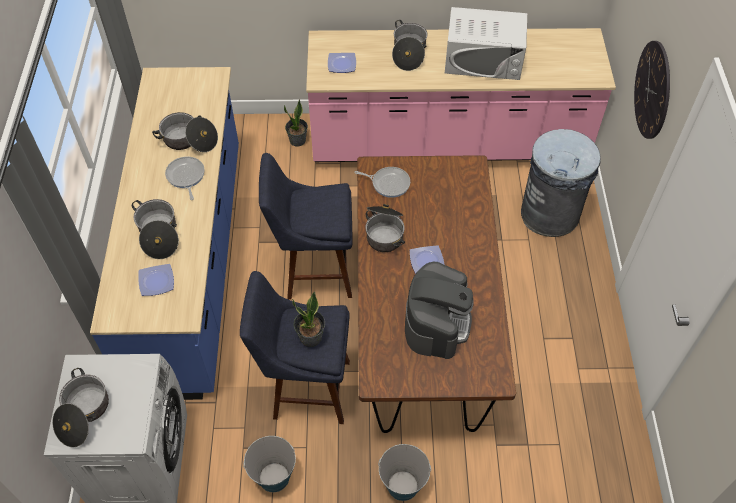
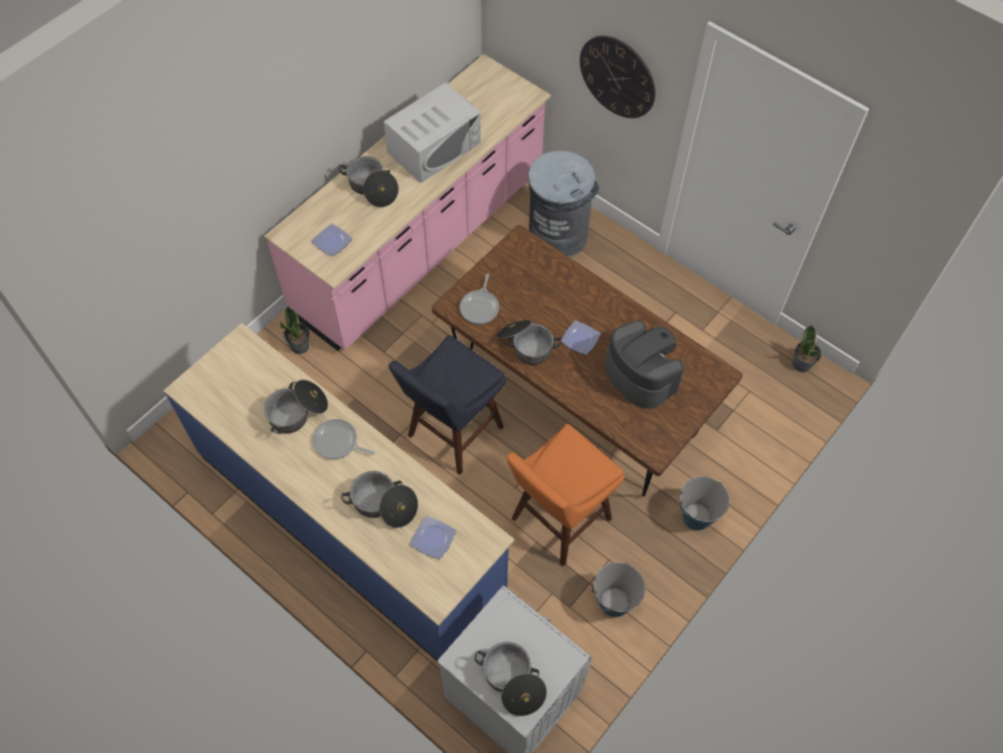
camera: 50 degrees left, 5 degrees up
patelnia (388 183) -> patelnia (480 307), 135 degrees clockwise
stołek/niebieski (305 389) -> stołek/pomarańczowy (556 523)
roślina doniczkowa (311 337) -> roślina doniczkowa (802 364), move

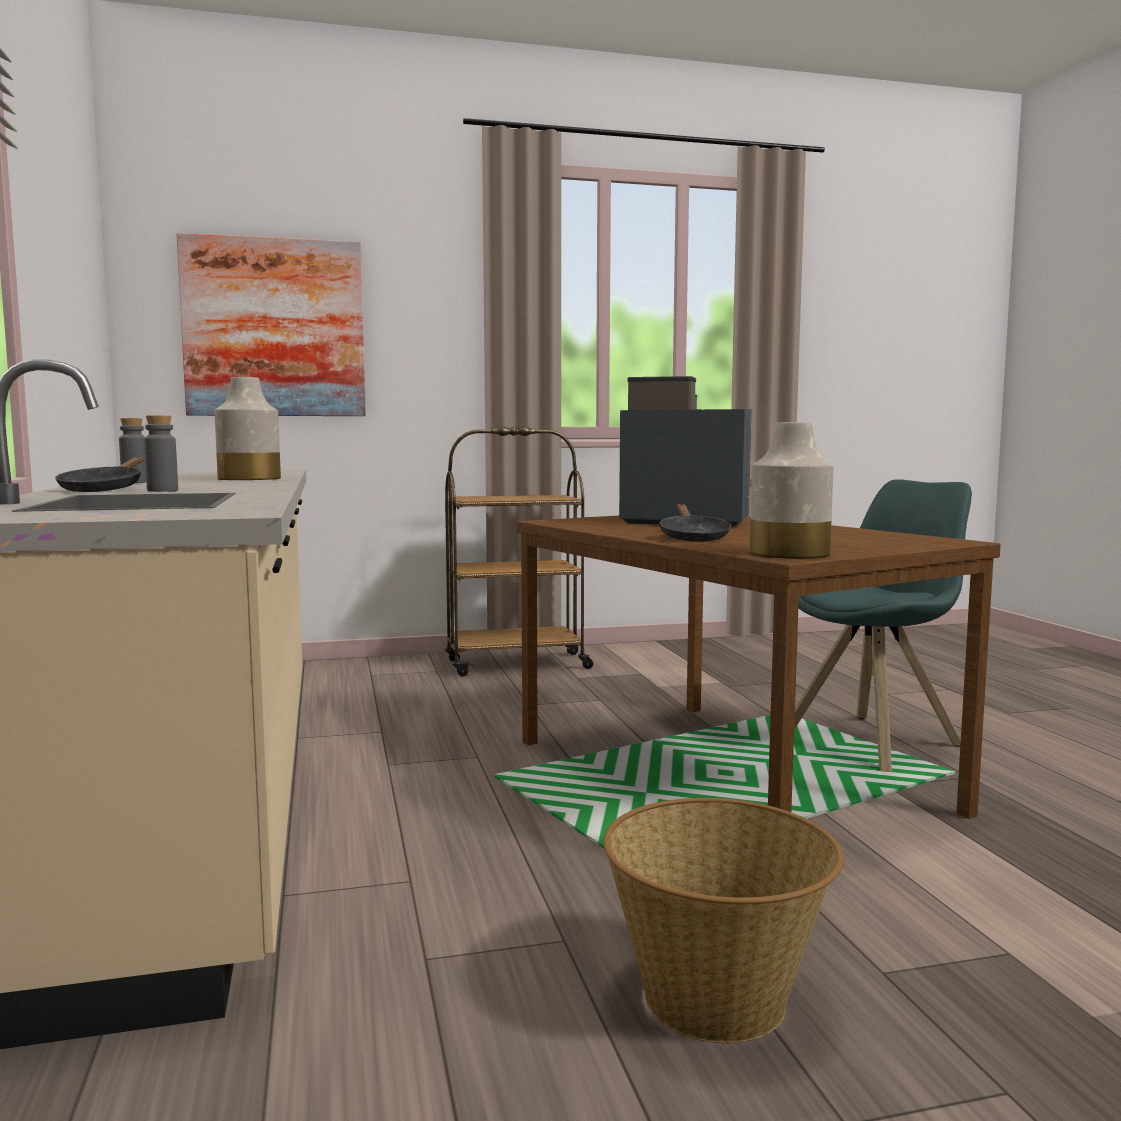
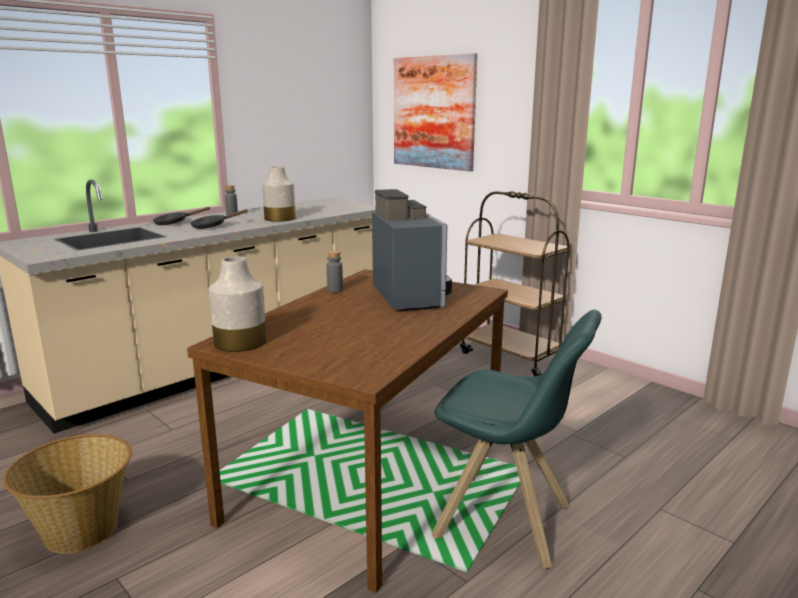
camera: 60 degrees right, 10 degrees up
butelka/szary (162 490) -> butelka/szary (335 290), move
patelnia/czarny (692 537) -> patelnia/czarny (212 226), move

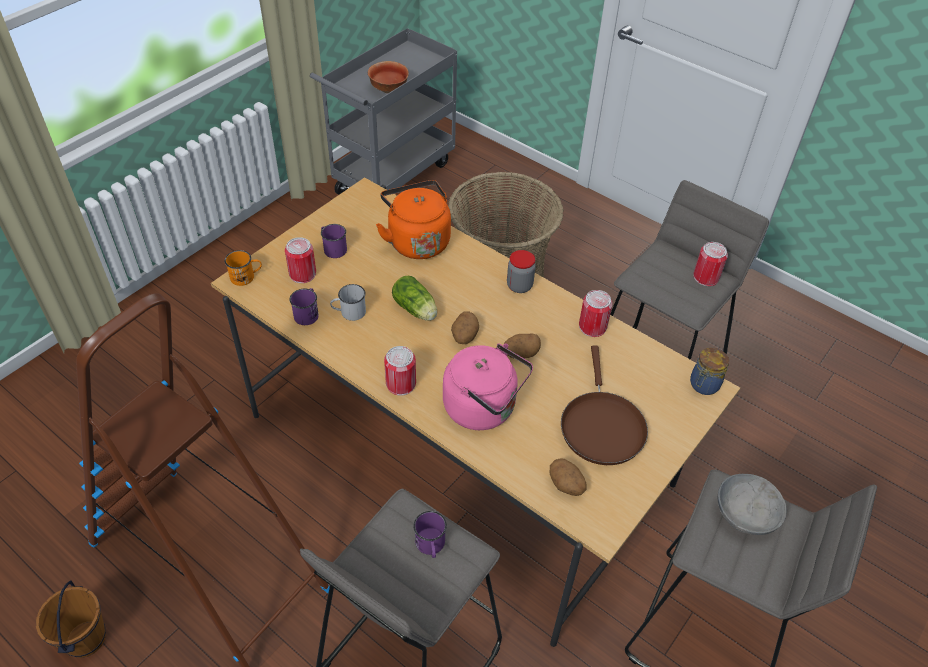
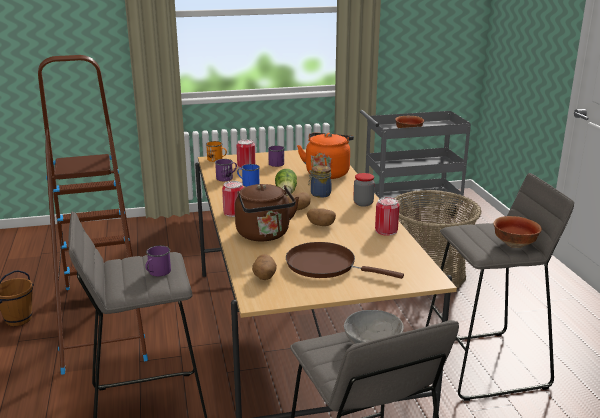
camera: 40 degrees right, 25 degrees down
puszka (706 277) -> miska (514 244)
kubek/biały (349 312) -> kubek/niebieski (248 183)
czajnik/różowy (484 408) -> czajnik/brązowy (264 235)
patelnia/brązowy (601 426) -> patelnia/brązowy (326 265), 75 degrees clockwise
słoik (703 385) -> słoik (319 194), move

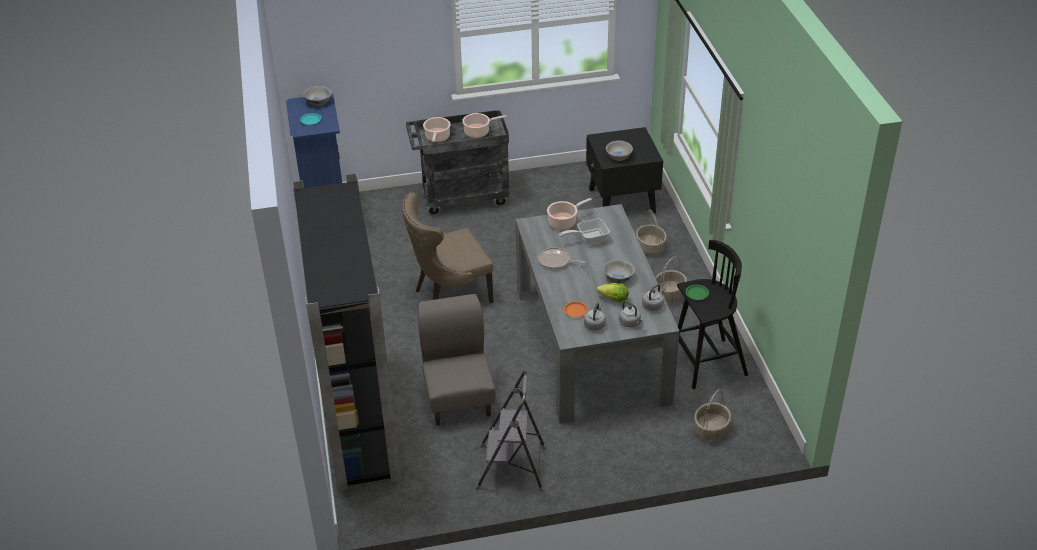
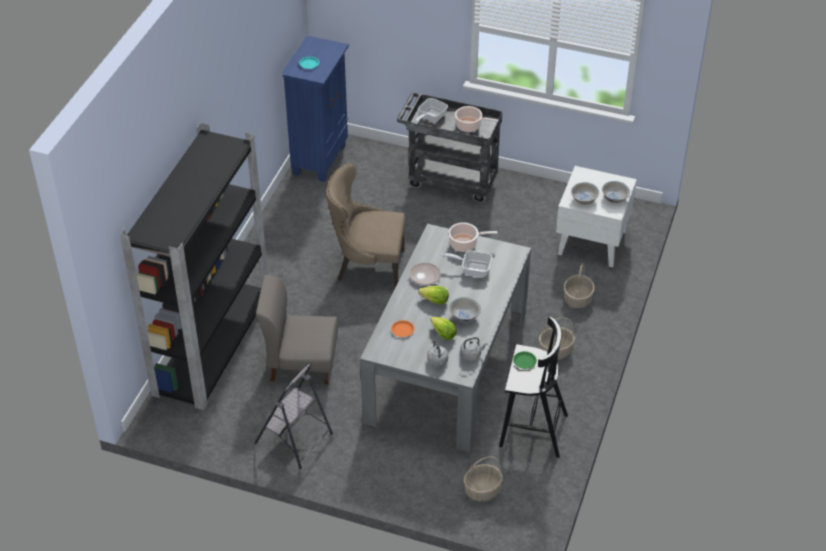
camera: 30 degrees right, 5 degrees up
miska/biały (318 102) -> miska/biały (614 198), move
garnek (437 138) -> patelnia (430 118)
szafka nocna/czarny (622 201) -> szafka nocna/biały (591 242)
krzesło/szary (459 398) -> krzesło/szary (301 363), 105 degrees counterclockwise
czajnik/szary (595 324) -> none
none -> sałata (435 301)

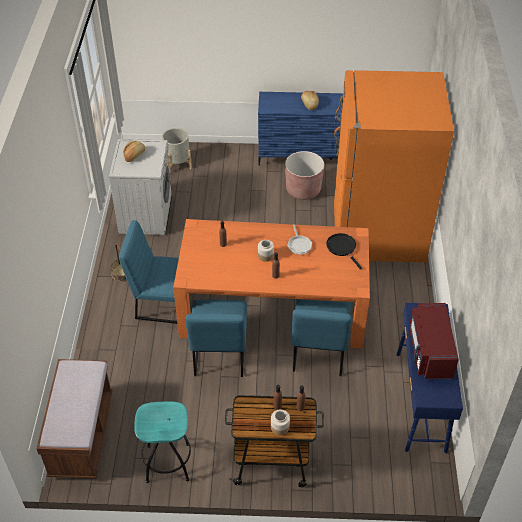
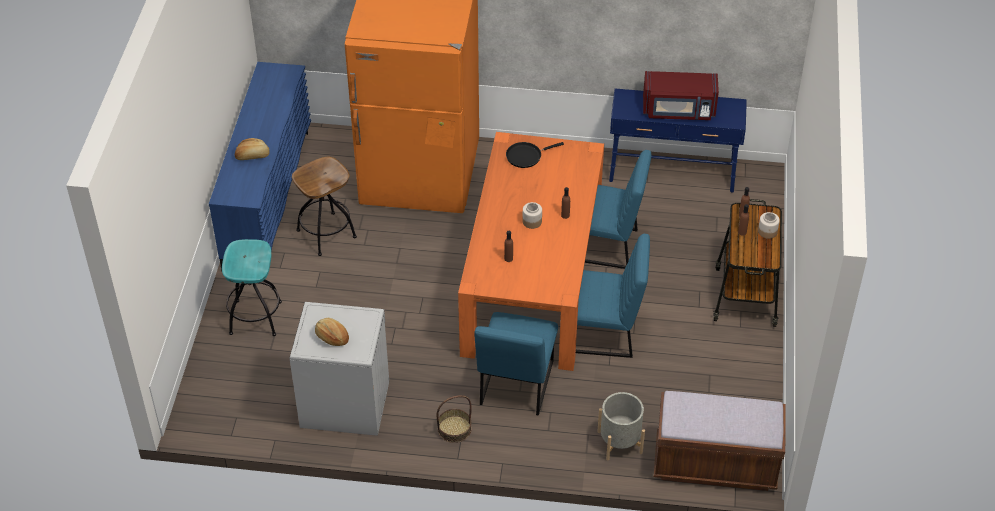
camera: 85 degrees left, 0 degrees up
donica/szary (177 163) -> donica/szary (619 442), move
donica/brązowy (303 190) -> stołek/brązowy (326 233)
patelnia (299 245) -> none
stołek/turkusowy (168 462) -> stołek/turkusowy (255 317), move

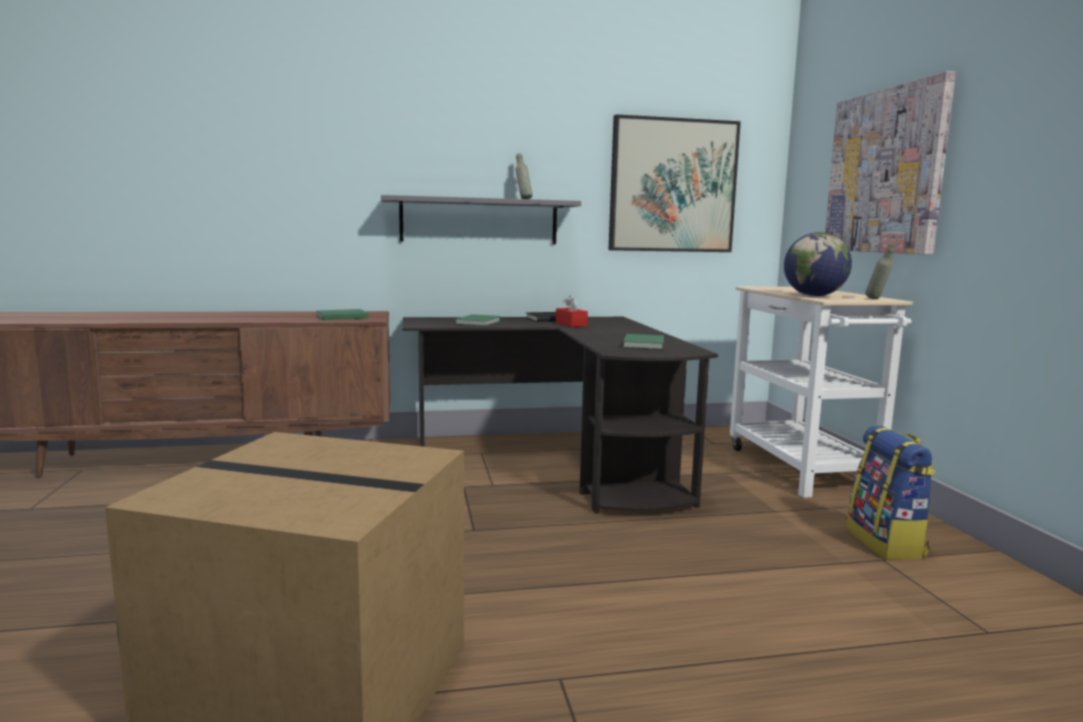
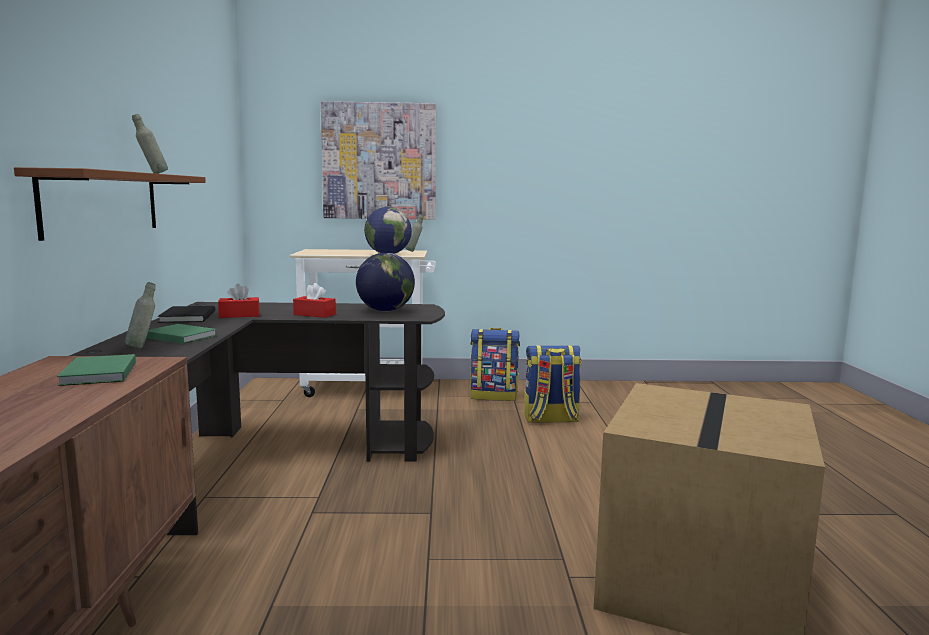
camera: 80 degrees left, 0 degrees up
obraz (672 186) -> none
półka/szary (479 221) -> półka/brązowy (103 203)
książka/zielony (642 344) -> globus (385 311)
none -> butelka/szary (143 347)
none -> pudełko chusteczek/czerwony (314 314)
none -> plecak (550 419)

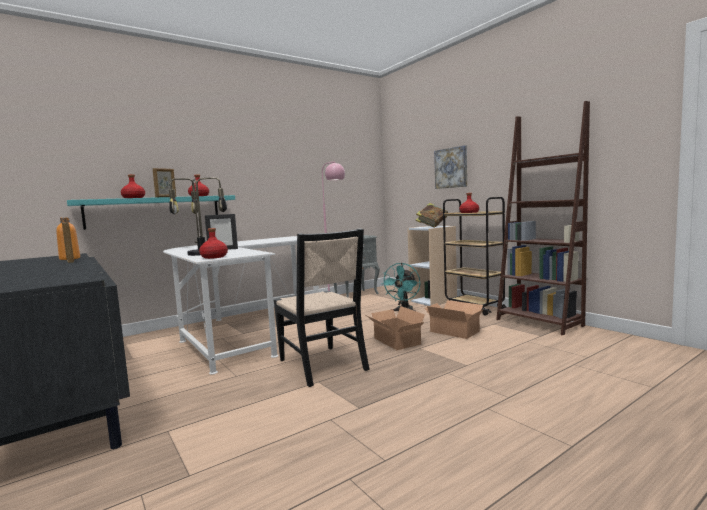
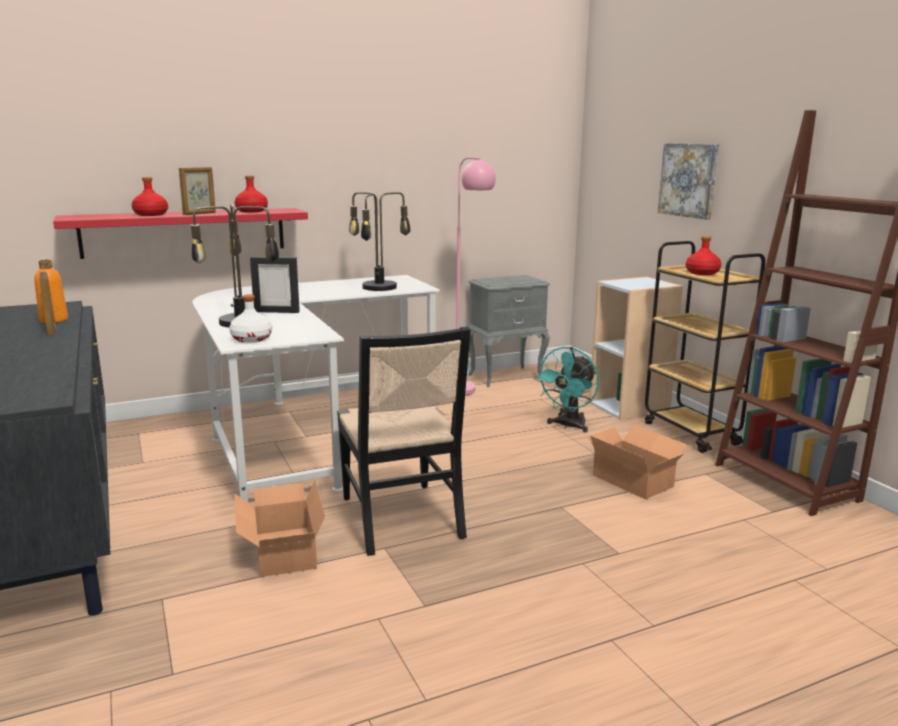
camera: 10 degrees right, 10 degrees up
półka/turkusowy (155 211) -> półka/czerwony (185 232)
książka (432 226) -> none
butelka/czerwony (214 257) -> butelka/biały (252 339)
karton (396 342) -> karton (281 553), move
none -> lampa stołowa (379 287)

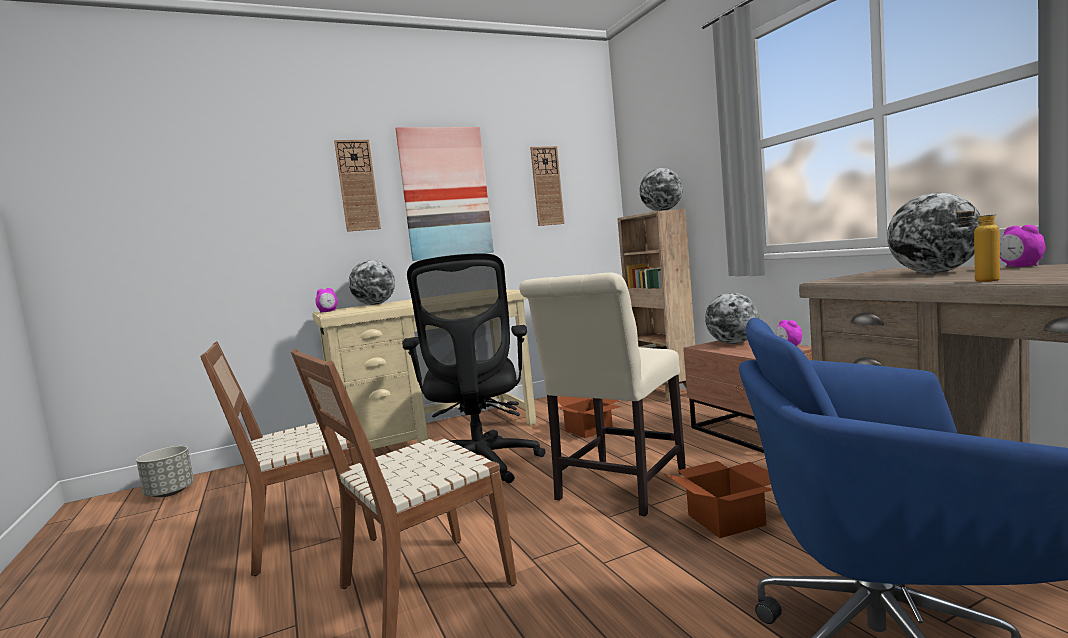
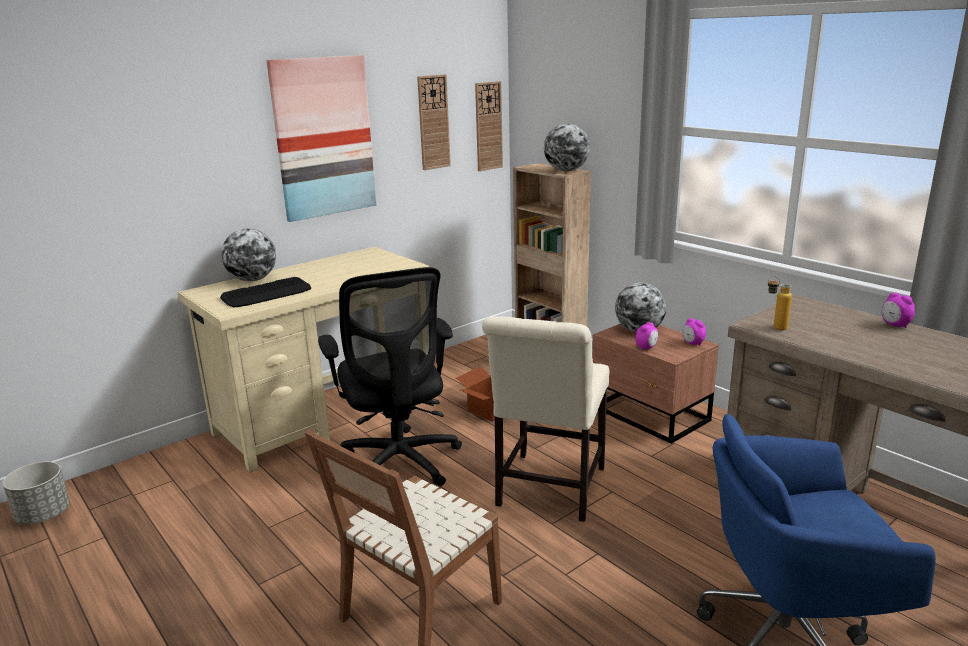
camera: 15 degrees left, 15 degrees up
zegar ścienny (357 185) -> zegar ścienny (488 126), move
globus (934 273) -> none
butelka (977 281) -> butelka (774 328), move
budzik (328 311) -> budzik (646 348), move
krzesło (306 537) -> none
karton (728 520) -> none
none -> klawiatura (267 294)

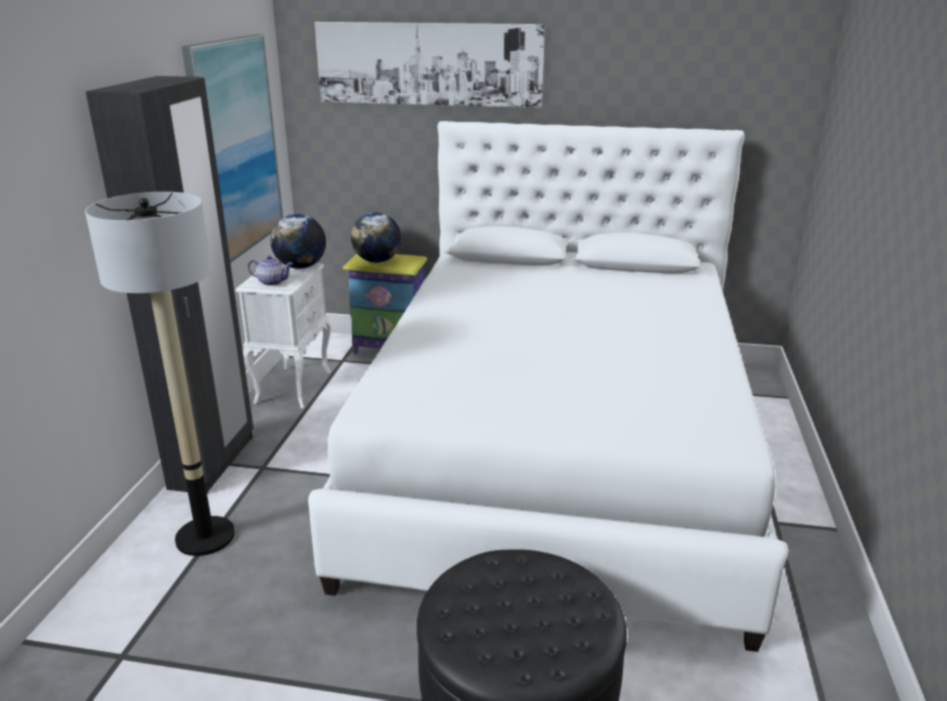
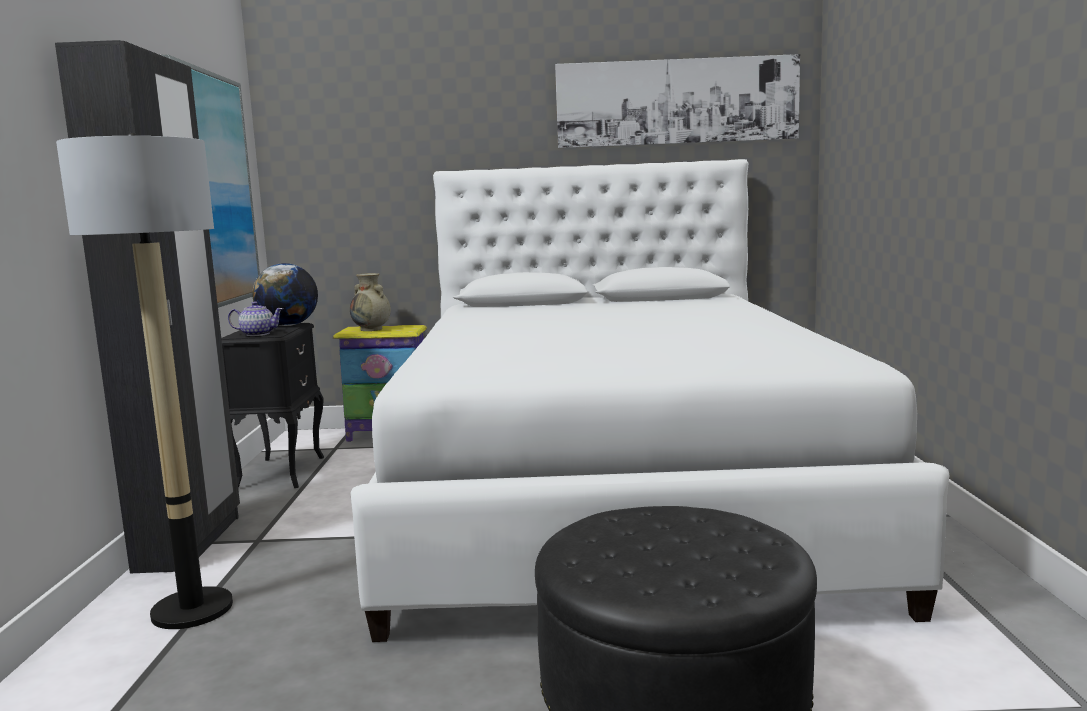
camera: 10 degrees left, 15 degrees down
obraz (428 64) -> obraz (677 102), move
globus (377 261) -> wazon/beżowy (372 329)
szafka nocna/biały (293 386) -> szafka nocna/czarny (280 473)

